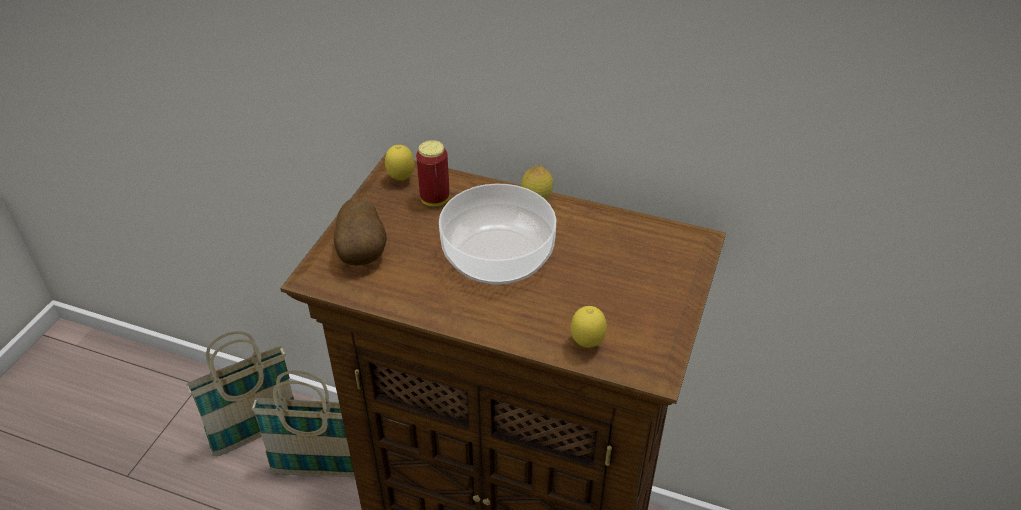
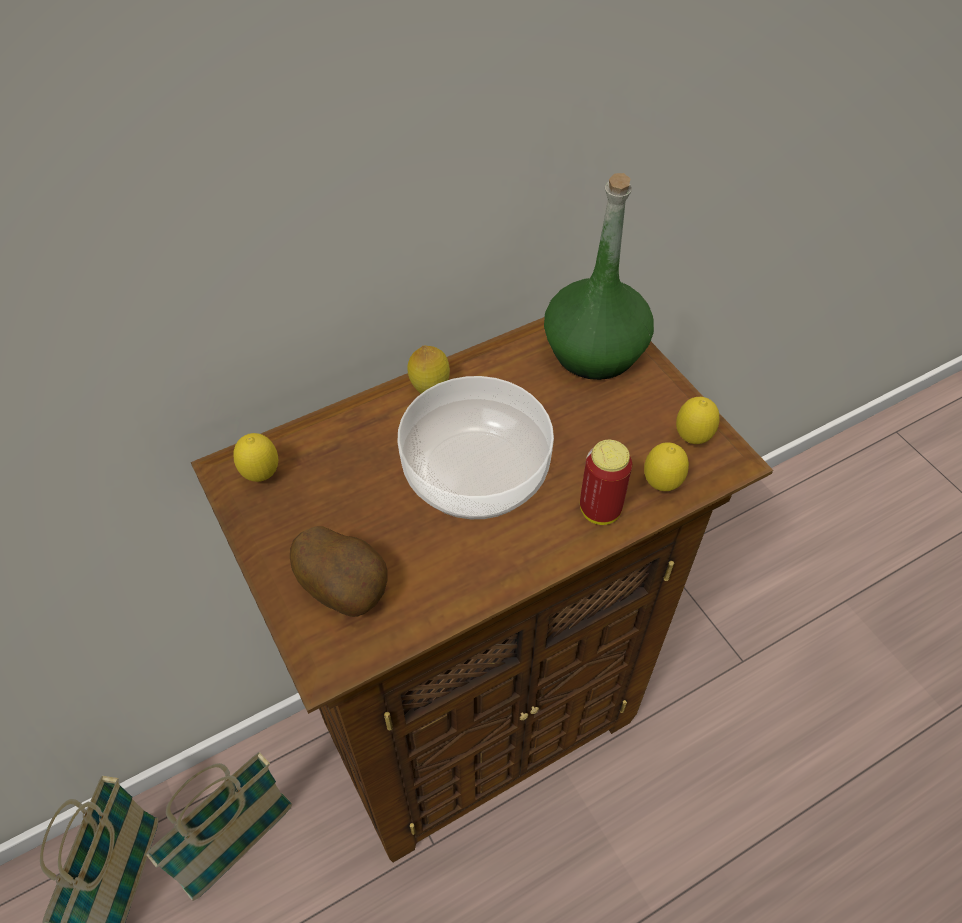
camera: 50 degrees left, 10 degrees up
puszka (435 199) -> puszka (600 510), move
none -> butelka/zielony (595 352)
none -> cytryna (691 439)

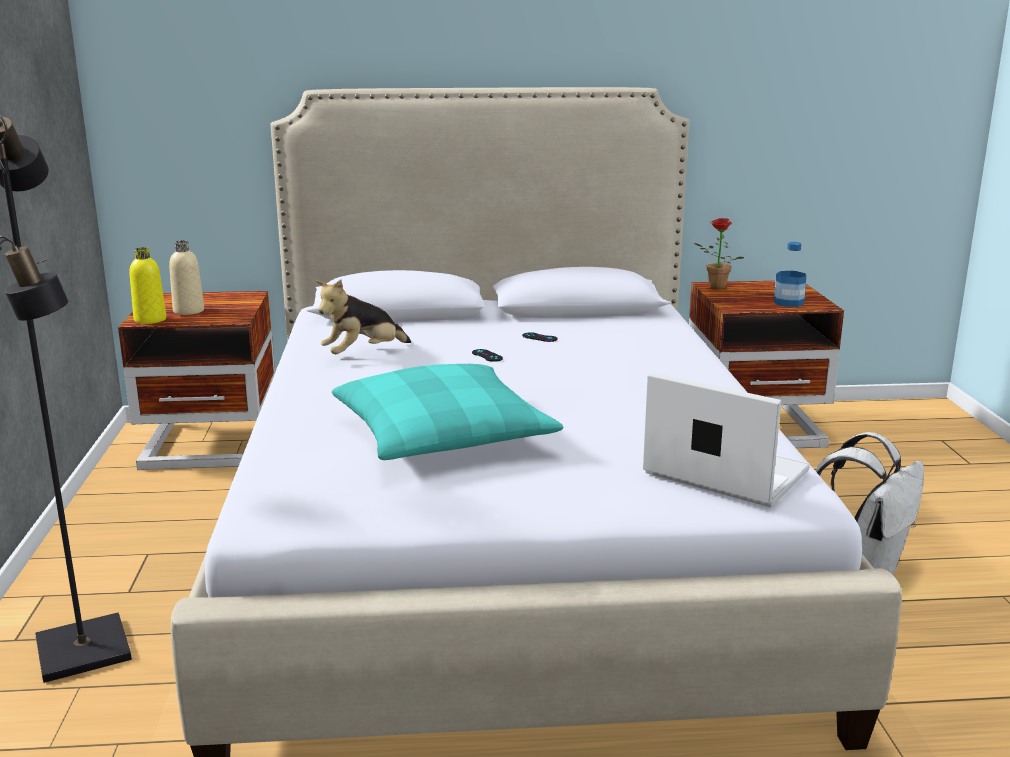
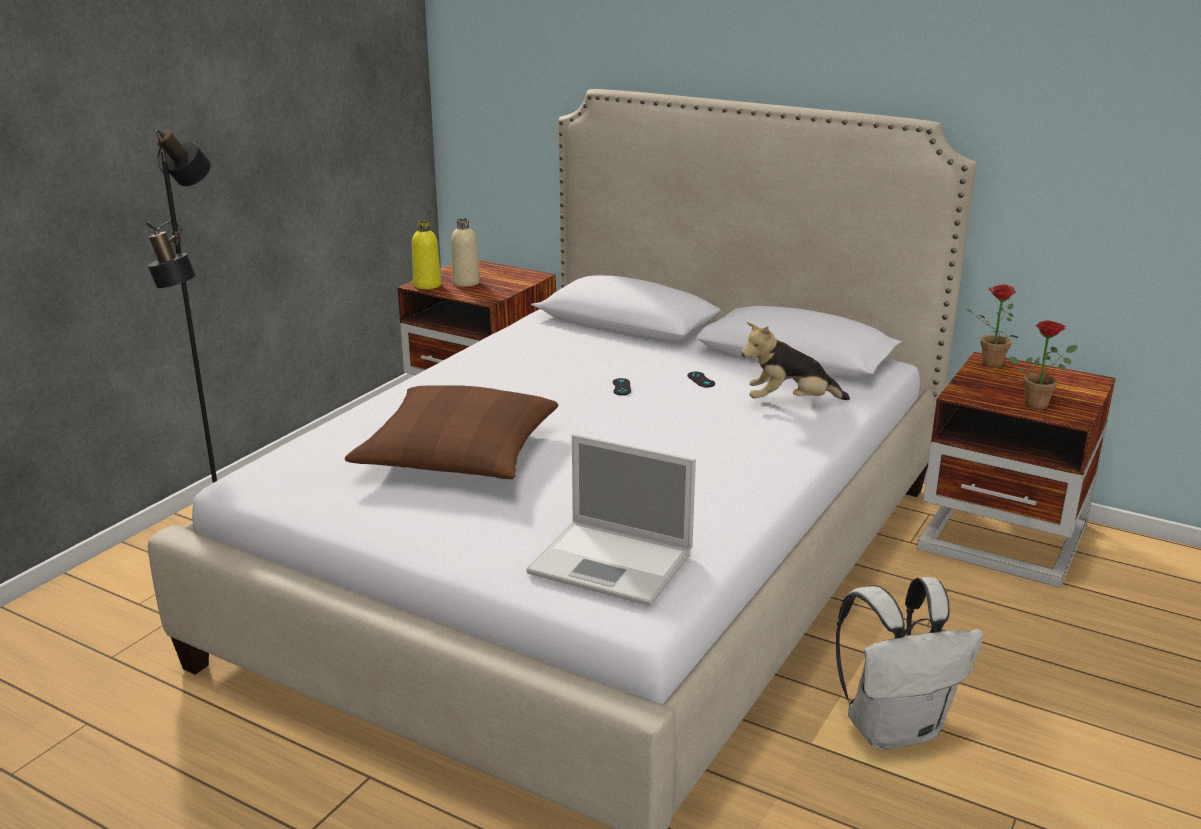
camera: 35 degrees right, 5 degrees up
butelka (788 303) -> roślina doniczkowa (1039 404)
pluszak (363 354) -> pluszak (789 402), move
poduszka/turkusowy (442 435) -> poduszka/brązowy (458 454)
laptop (722 472) -> laptop (614 563), 135 degrees clockwise

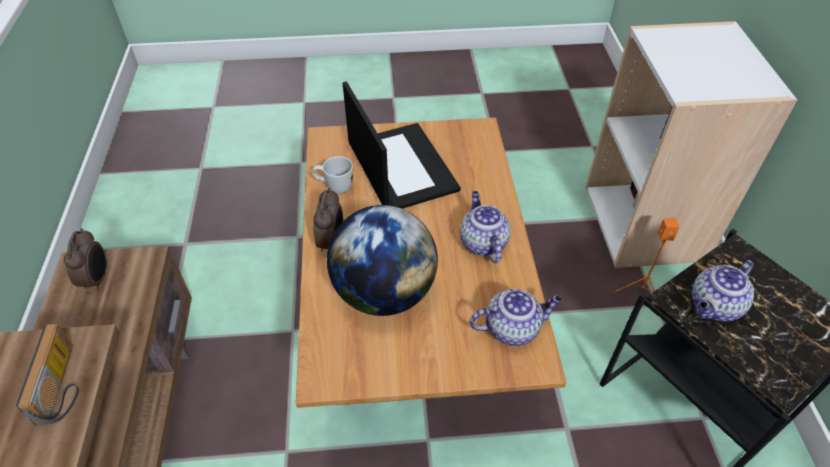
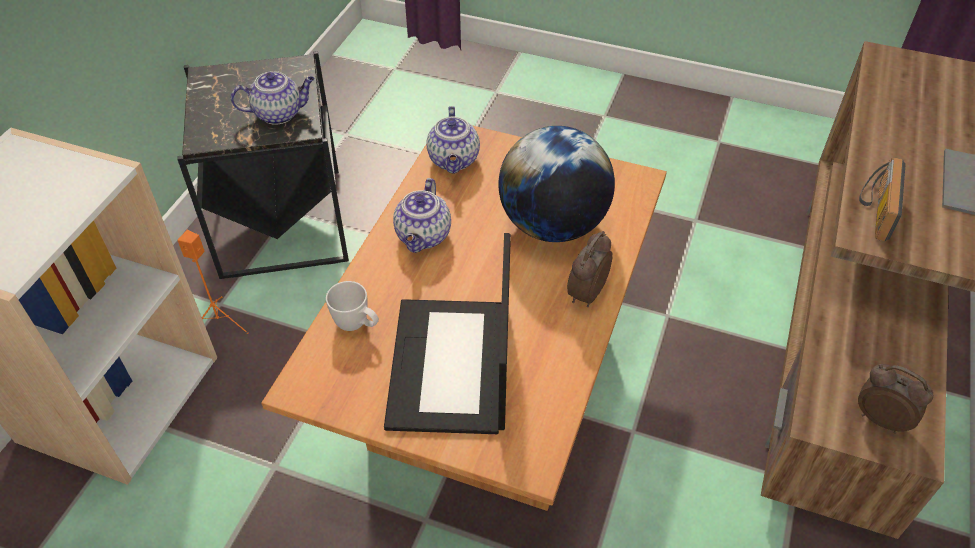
camera: 155 degrees left, 0 degrees up
kubek/biały (334 187) -> kubek/biały (357 325), move
budzik (97 279) -> budzik (880 418), 105 degrees clockwise
imbryk (512 328) -> imbryk (454 161), 105 degrees counterclockwise

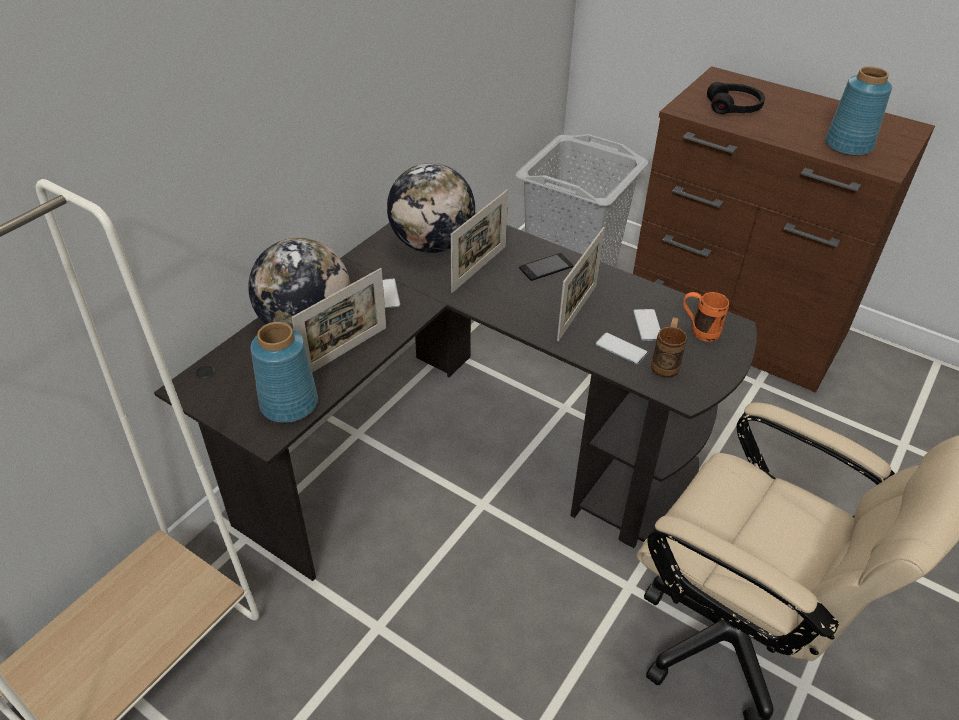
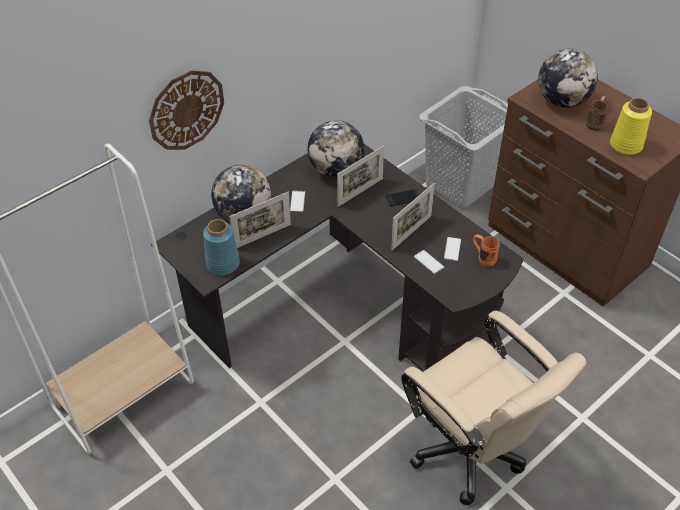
camera: 15 degrees right, 5 degrees up
wazon/niebieski (849 146) -> wazon/żółty (626 145)
słuchawki/czarny (734 107) -> globus (562 101)
kubek/brązowy (666 363) -> kubek/brązowy (595 123), move
none -> zegar ścienny (186 110)

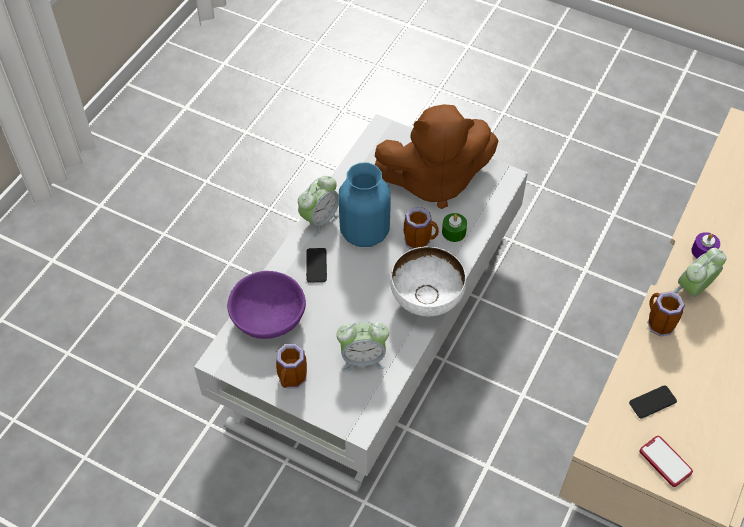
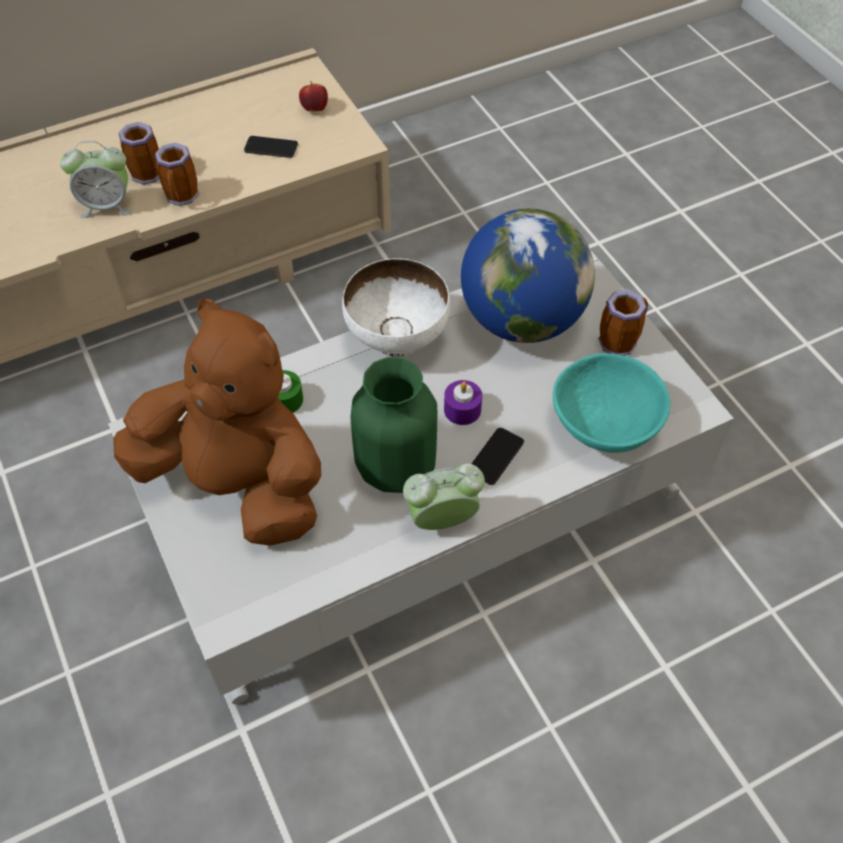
camera: 145 degrees left, 0 degrees up
wazon/niebieski (364 232) -> wazon/zielony (396 466)
kubek (419 241) -> kubek (144 173), move
świeca/fioletowy (703 251) -> świeca/fioletowy (462 409), move
miska/fioletowy (269 318) -> miska/turkusowy (603 423)
budzik (363 359) -> globus (521 320)
telefon (665 462) -> jabłko (314 109)

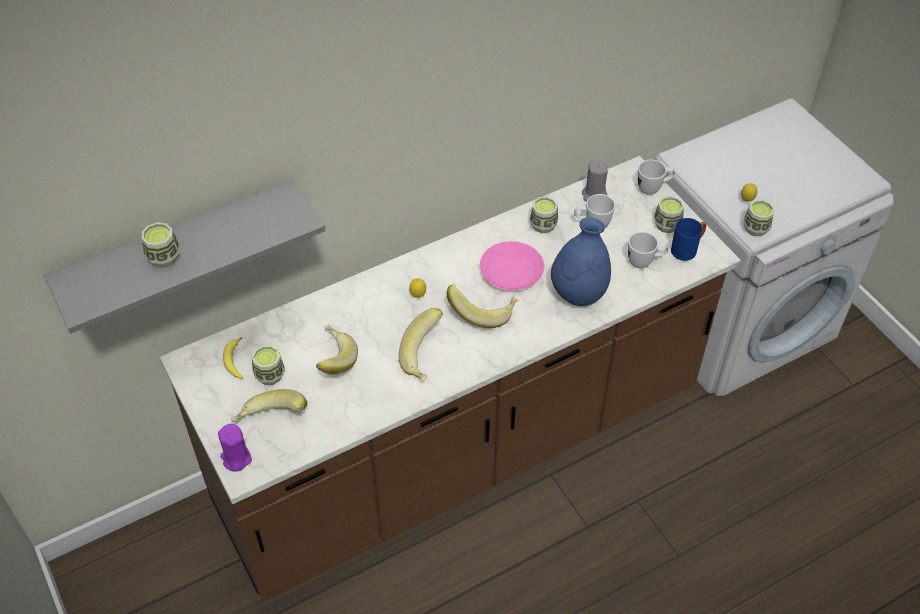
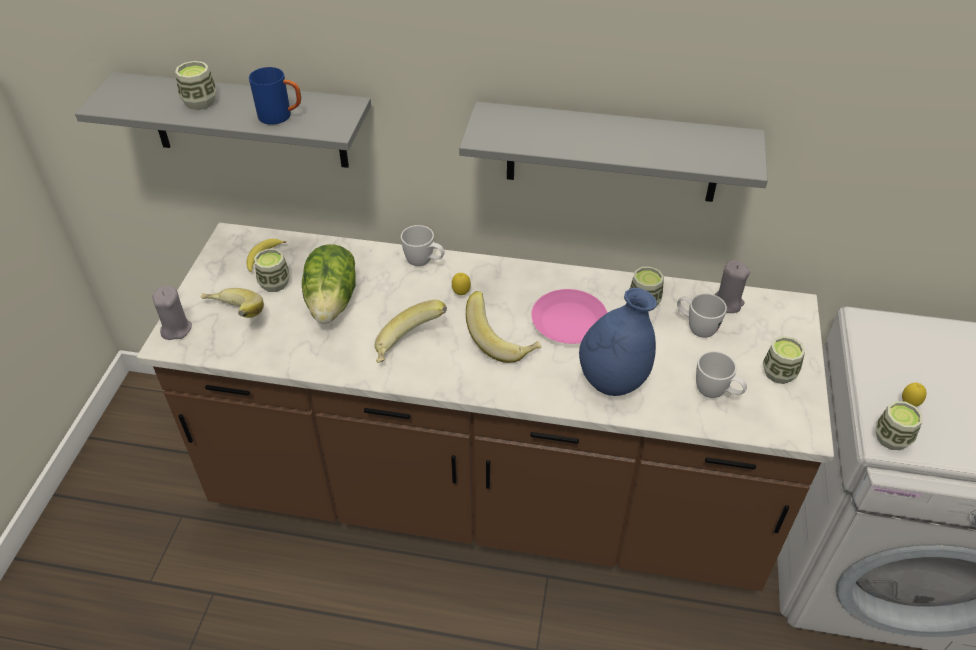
camera: 40 degrees right, 5 degrees down
kubek/biały (653 188) -> kubek/biały (424 262), move
kubek/niebieski (687 249) -> kubek/niebieski (281 116), move
banan (332 360) -> sałata (333 301)
świeca/fioletowy (236 458) -> świeca/szary (176 329)
none -> półka/szary (612 153)

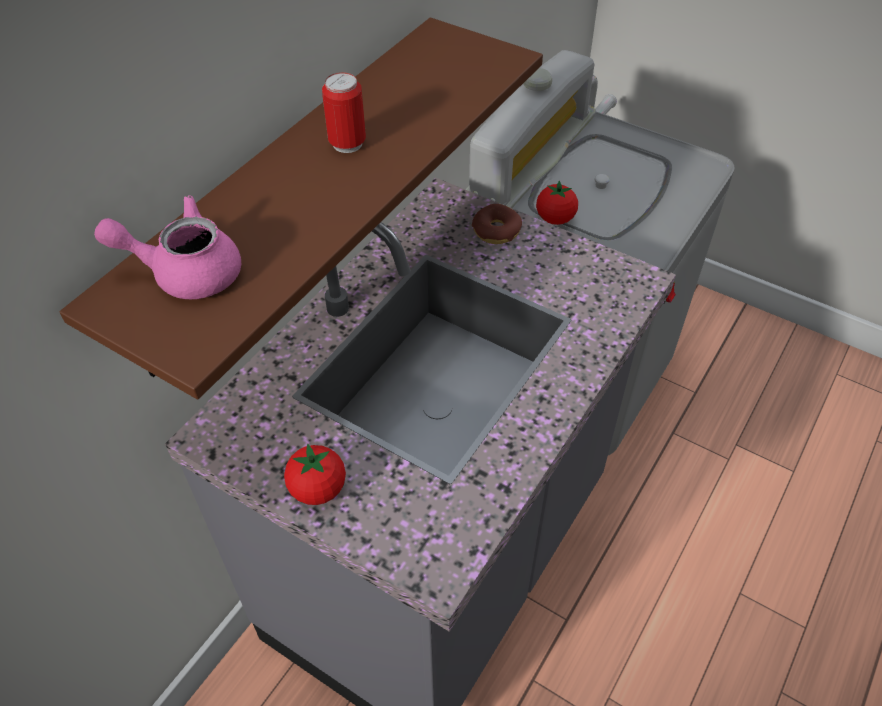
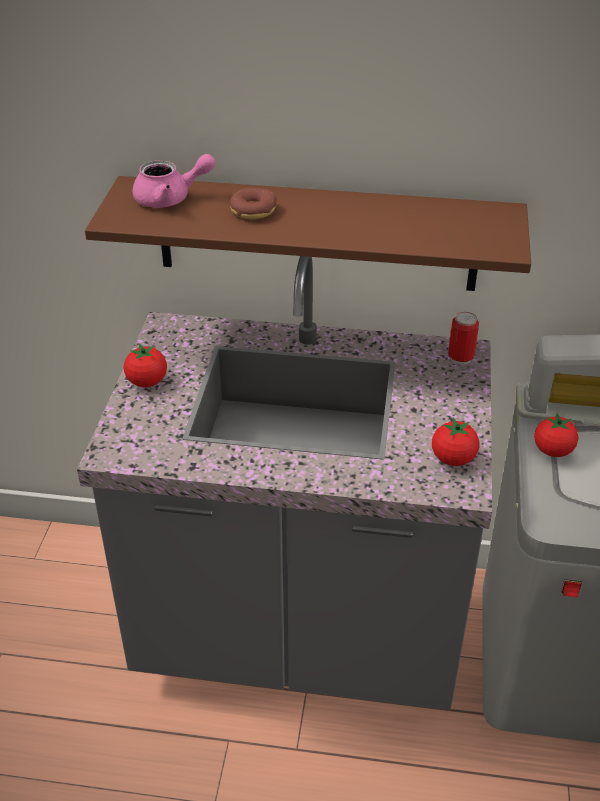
camera: 65 degrees right, 10 degrees down
puszka (347 144) -> puszka (460 358), move
imbryk/różowy (185 271) -> imbryk/różowy (170 199), 105 degrees clockwise
donut (496 231) -> donut (253 211), move
none -> pomidor (453 459)

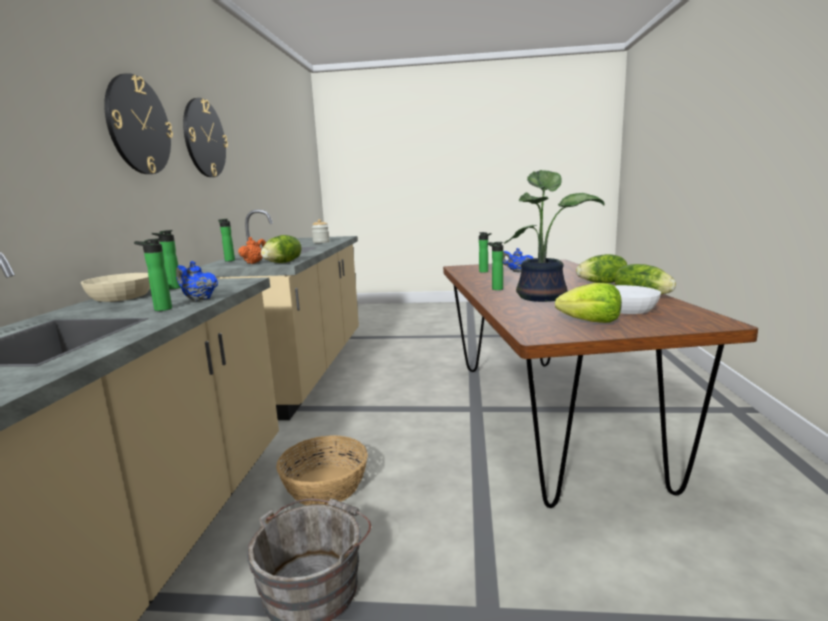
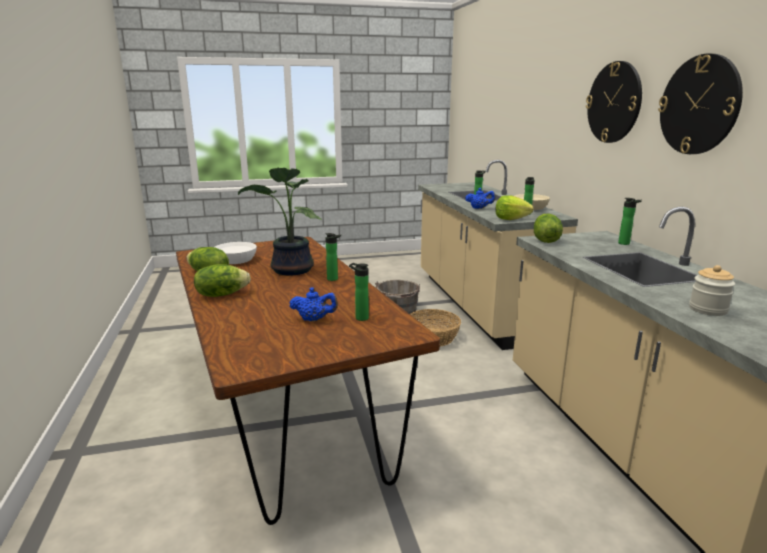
camera: 160 degrees right, 5 degrees up
imbryk/pomarańczowy (254 263) -> none
sałata (590 322) -> sałata (510 219), move

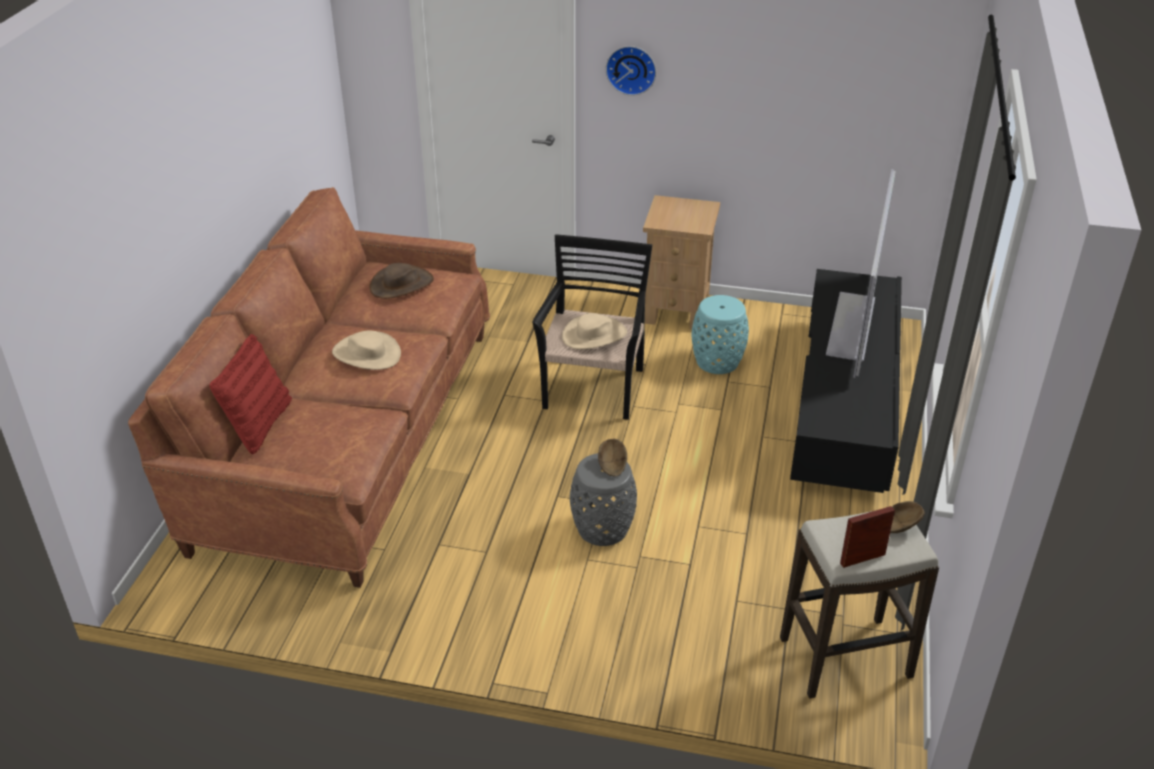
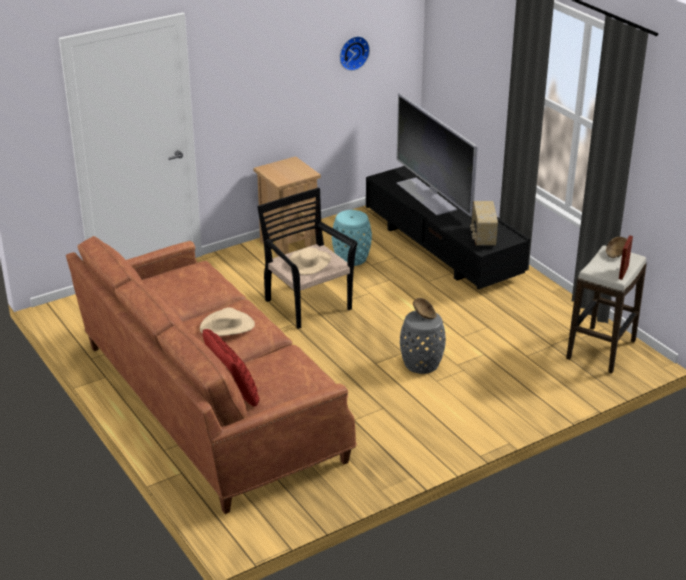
camera: 45 degrees left, 5 degrees down
zegar ścienny (631 69) -> zegar ścienny (353 52), move
kapelusz/brązowy (402 284) -> none
none -> radio (482 237)

